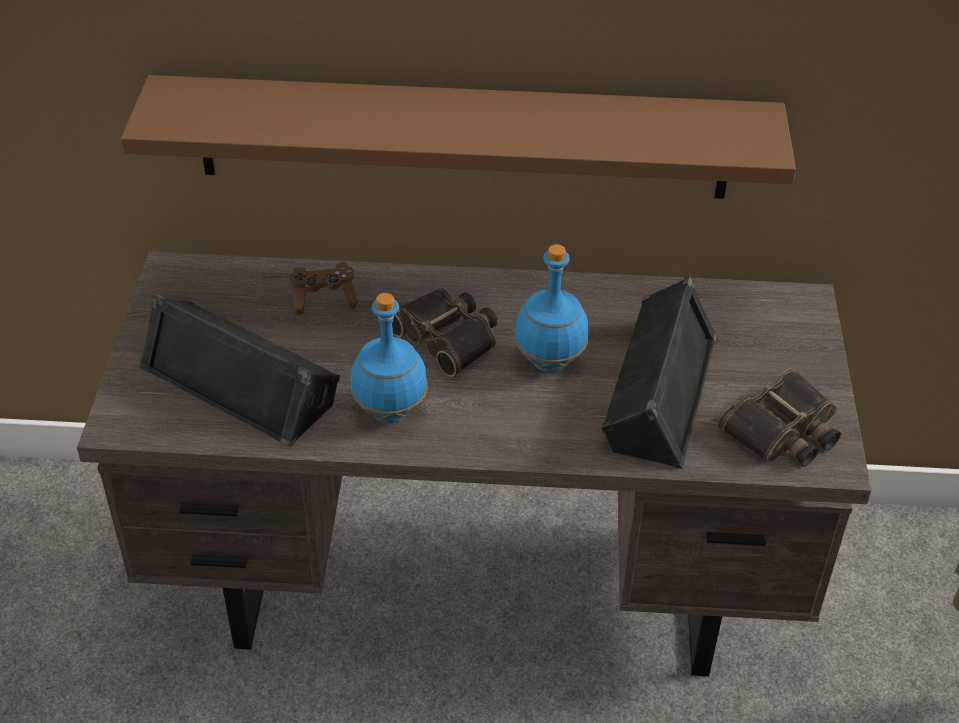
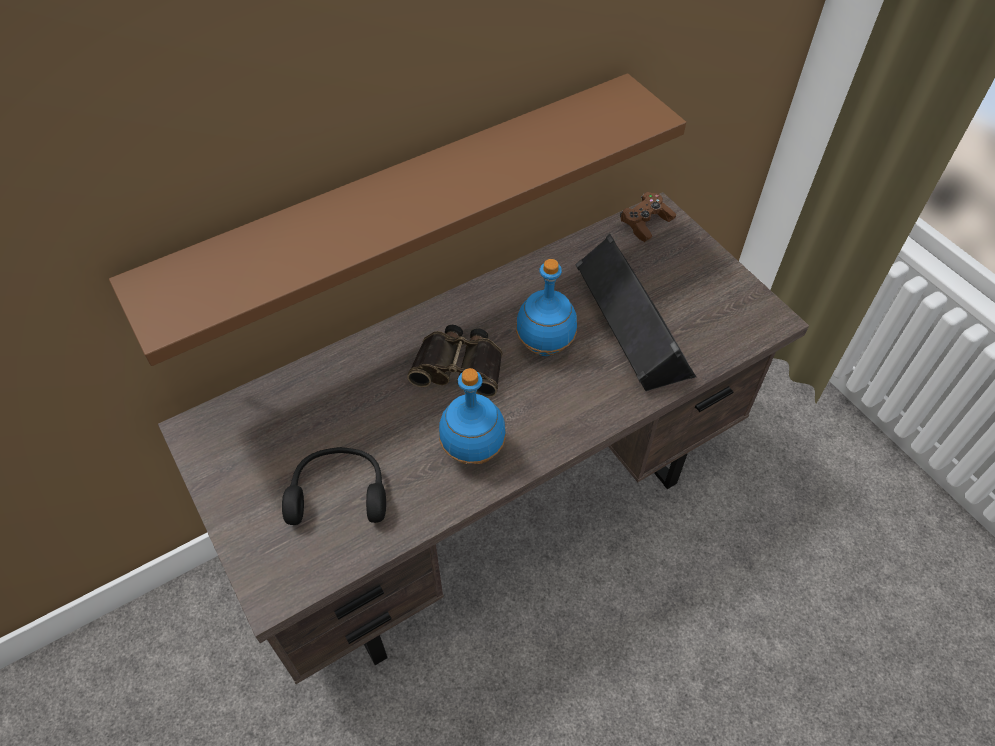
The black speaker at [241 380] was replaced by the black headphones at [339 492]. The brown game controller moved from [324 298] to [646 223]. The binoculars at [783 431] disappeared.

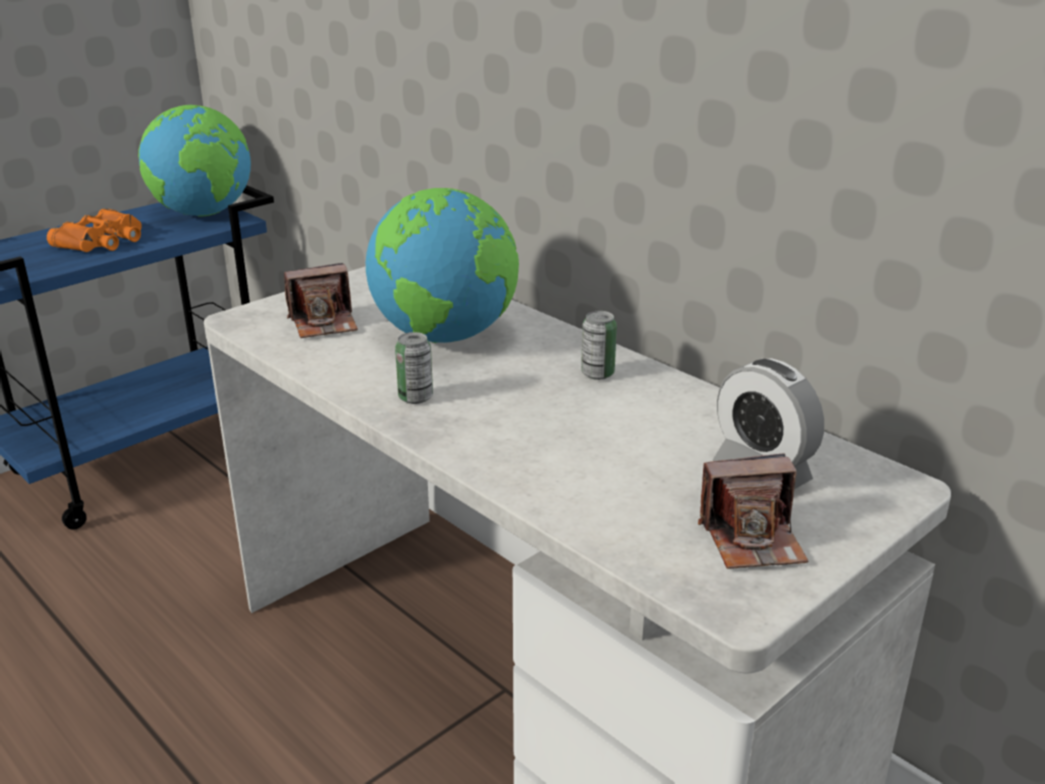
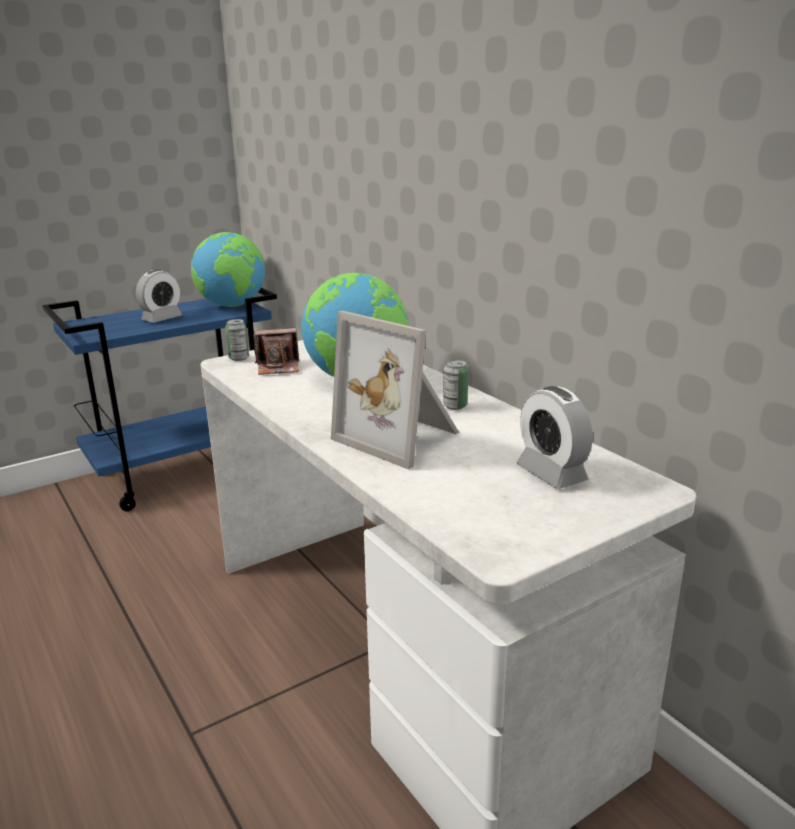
The orange binoculars at [103 241] was replaced by the alarm clock at [162 318]. The can moved from [415 397] to [238 358]. The picture frame at [401 437] appeared. The photo camera at [752 539] disappeared.

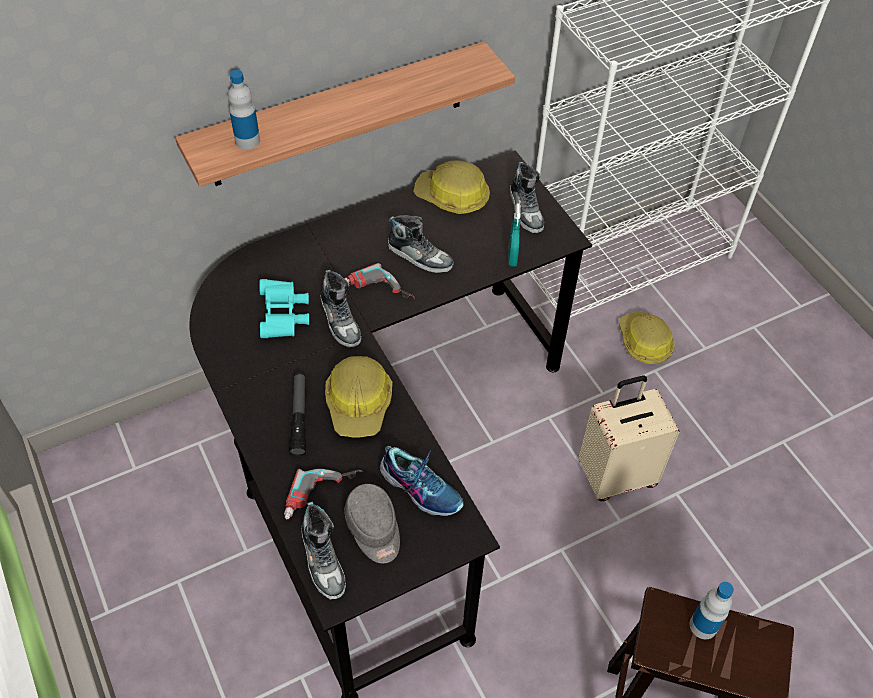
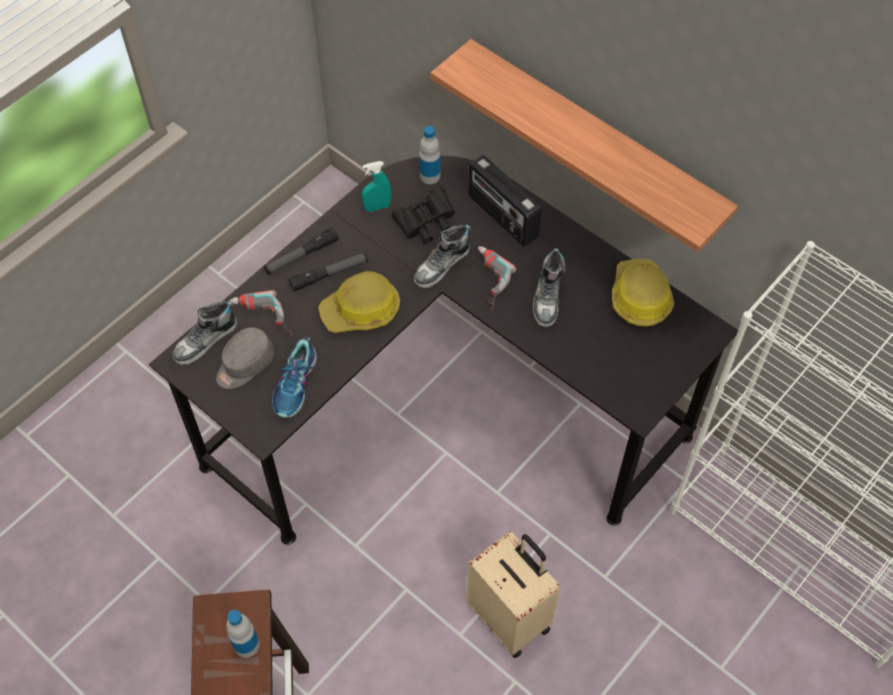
The flashlight at [301 256] appeared. The turquoise spray bottle moved from [512 258] to [377 207]. The turquoise binoculars at [284 317] became the black binoculars at [426 224]. The bottle moved from [247 140] to [430 176]. The radio at [502 217] appeared. The shoe at [526 210] disappeared. The hard hat at [644 342] disappeared.

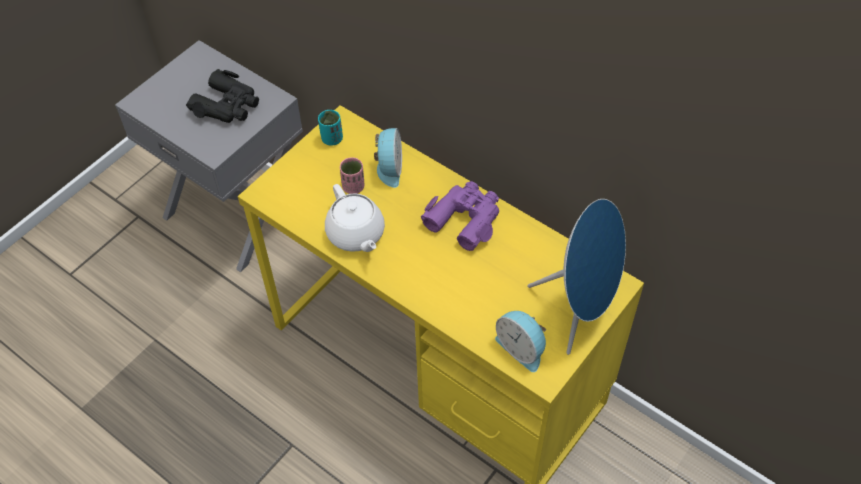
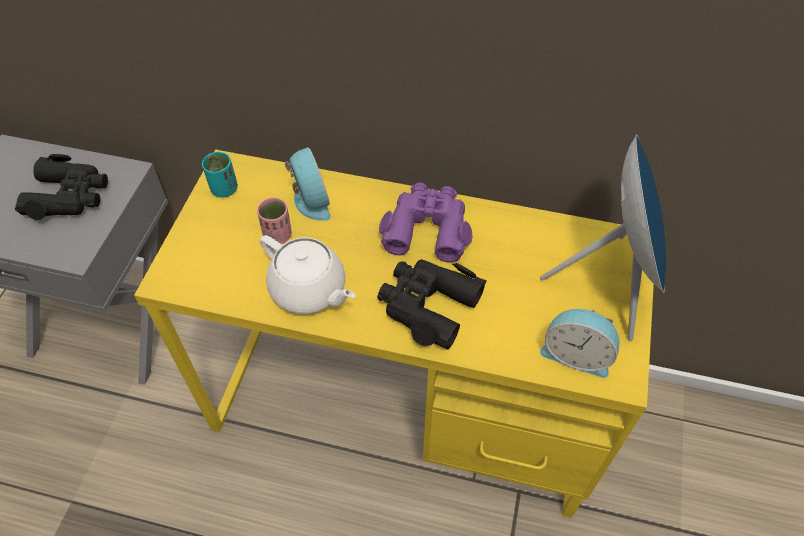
The black binoculars at [427 305] appeared.

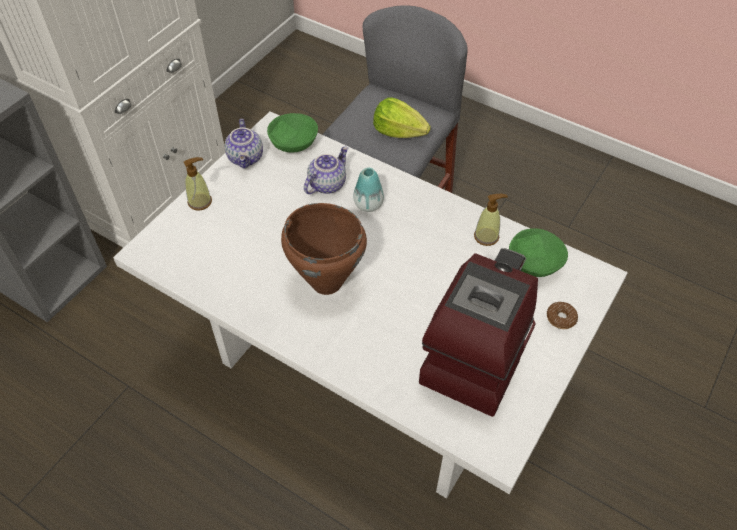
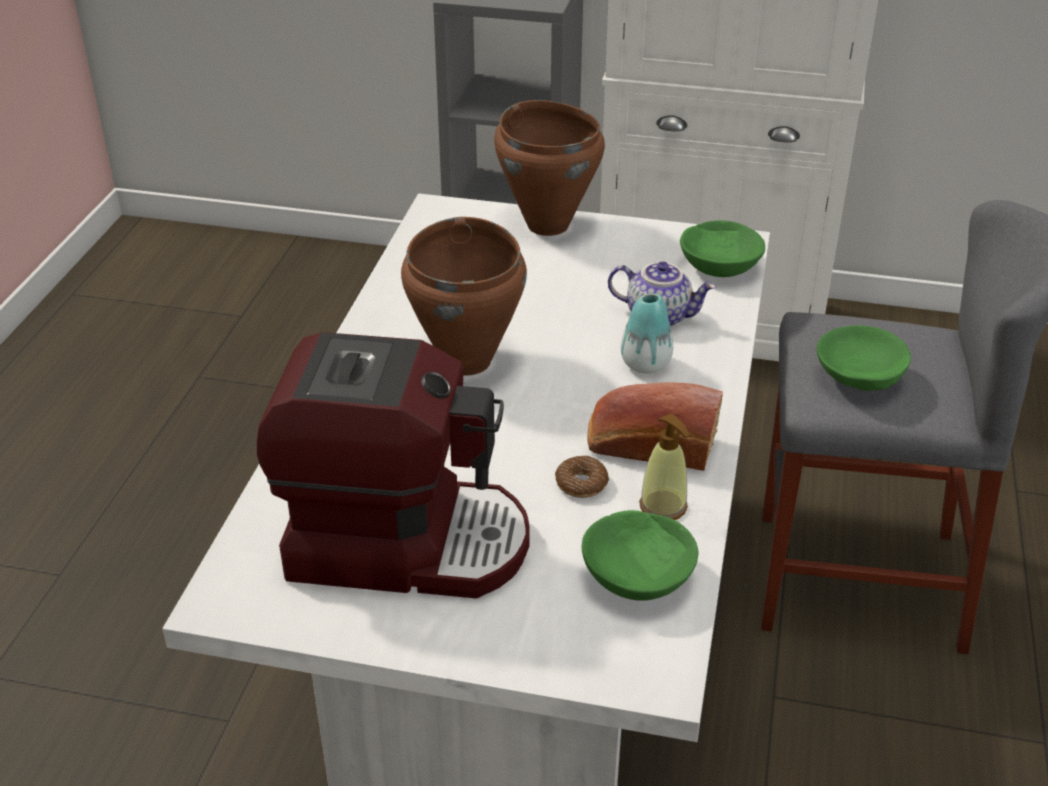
The soap dispenser at [200 202] was replaced by the brown cooking pot at [548 224]. The donut moved from [561 318] to [581 484]. The bread at [649 445] appeared. The lettuce at [398 132] was replaced by the green bowl at [859 378]. The teapot at [246 158] disappeared.

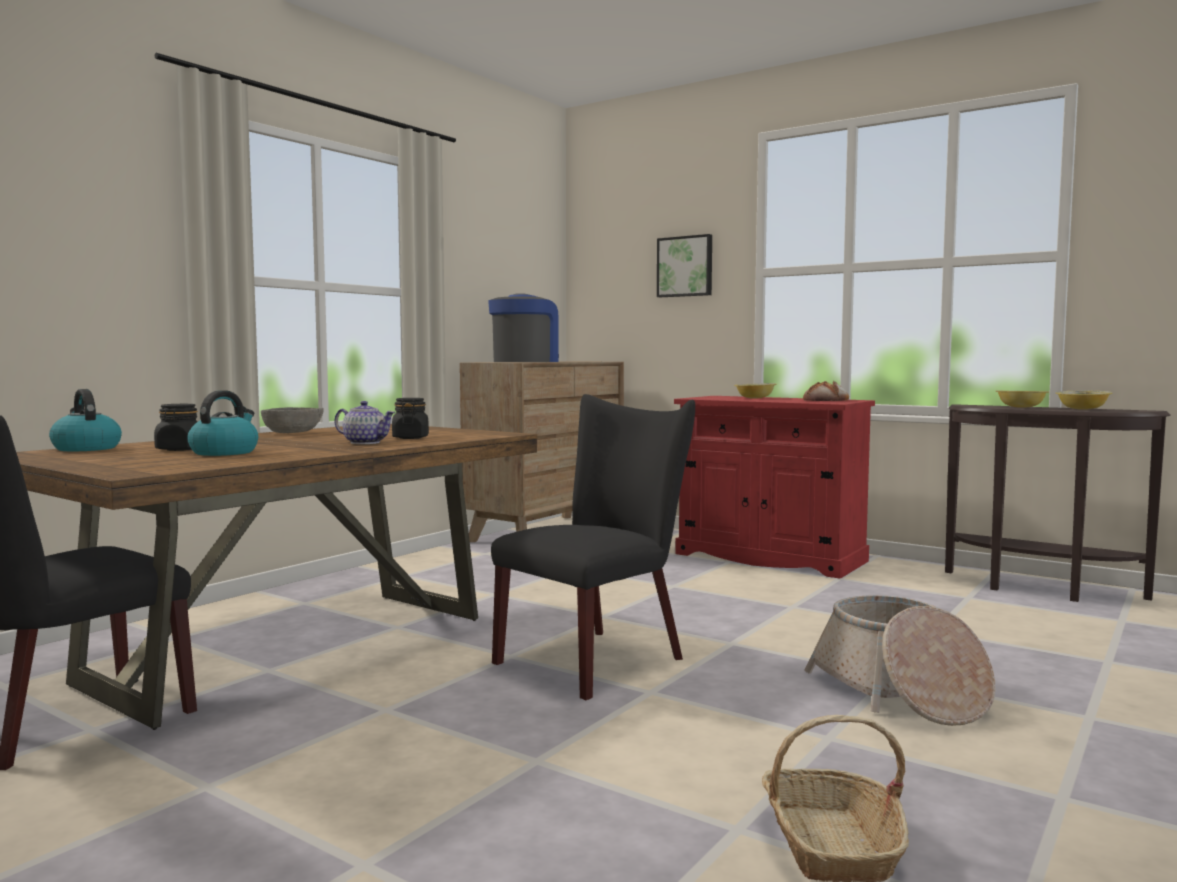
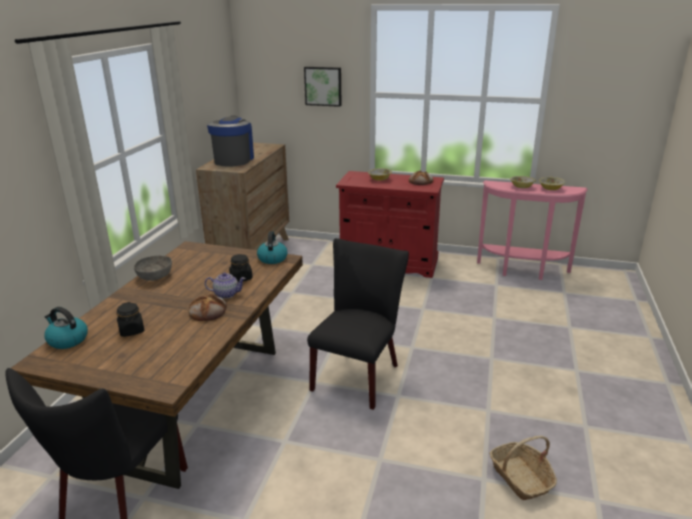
The bread at [208 311] appeared. The kettle moved from [225 452] to [272 258]. The brown console table at [1039 589] became the pink console table at [523 271]. The basket at [900 693] disappeared.

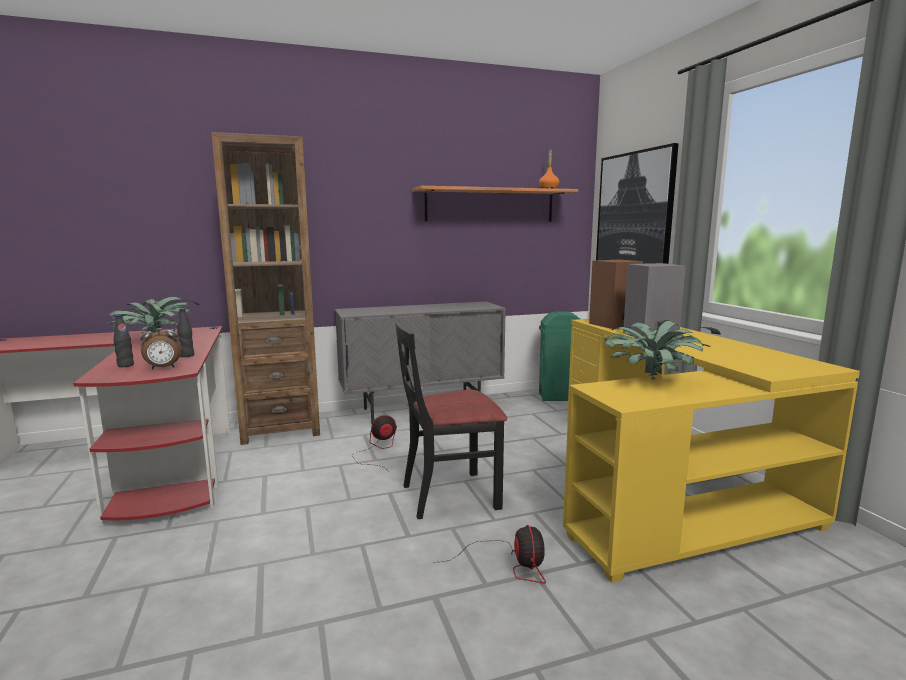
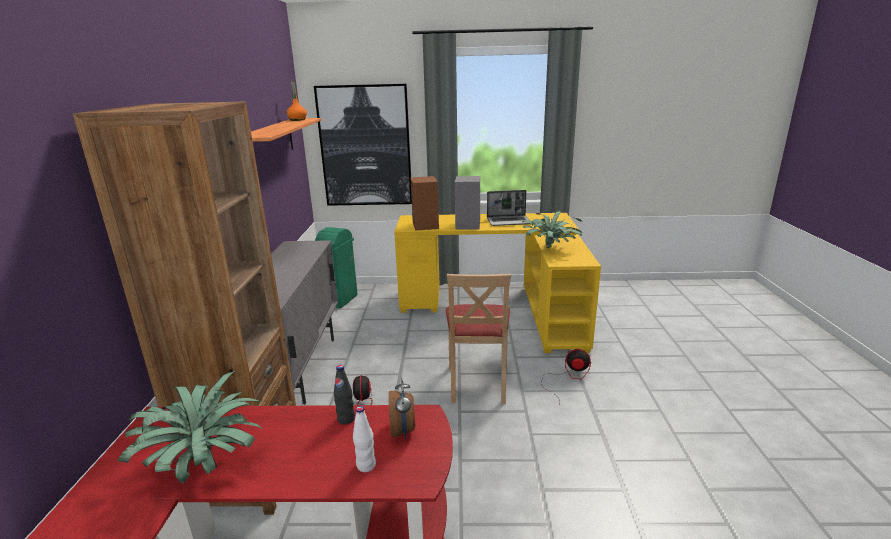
The black bottle at [125 365] became the white bottle at [366 465]. The black chair at [450 495] became the beige chair at [477 383]. The laptop at [509 221] appeared.

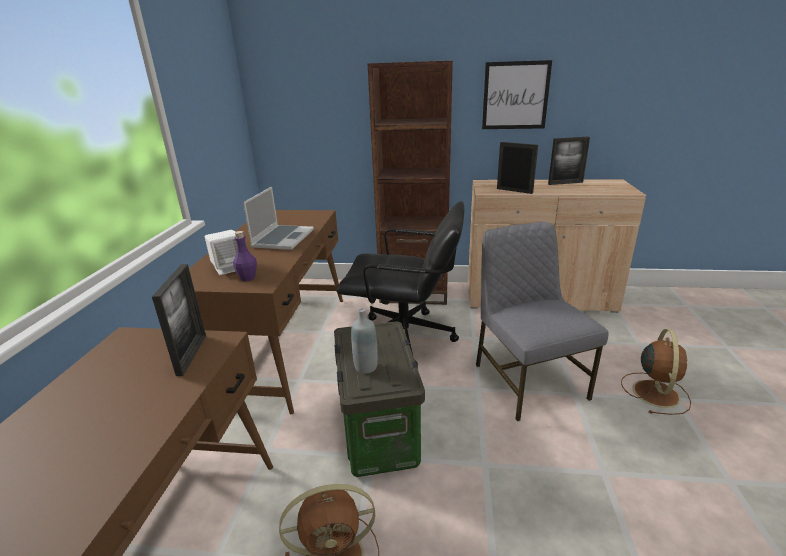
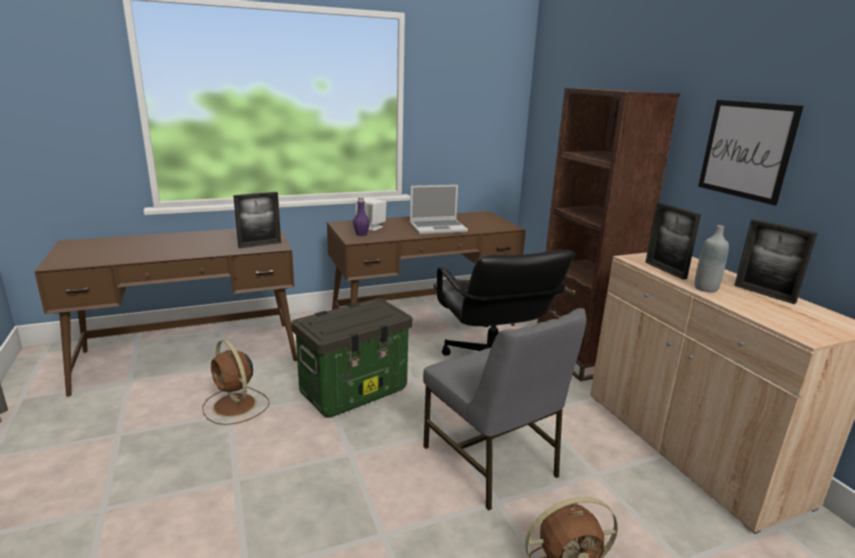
The grey chair at [527 380] turned 105 degrees clockwise. The picture frame at [514 191] turned 150 degrees clockwise. The grey bottle moved from [366 367] to [706 288].

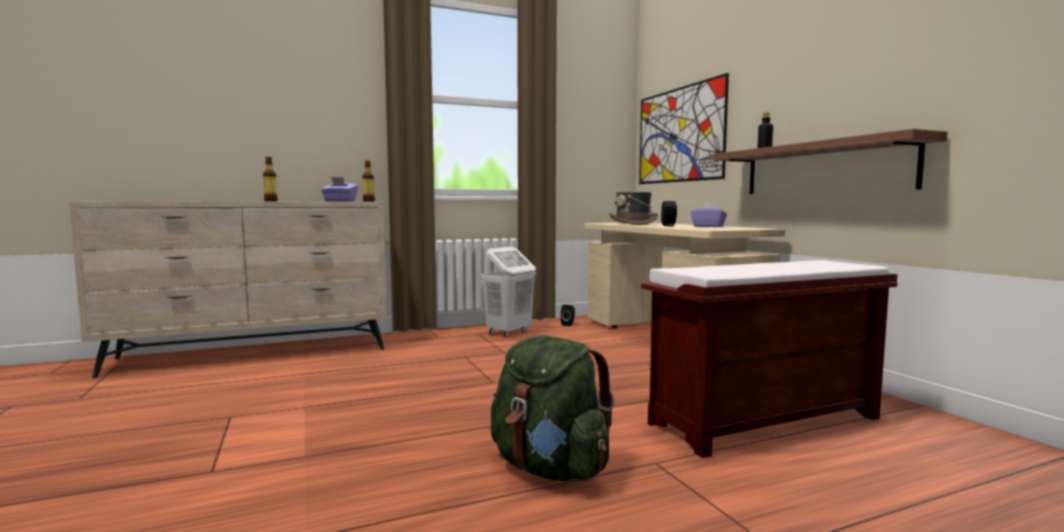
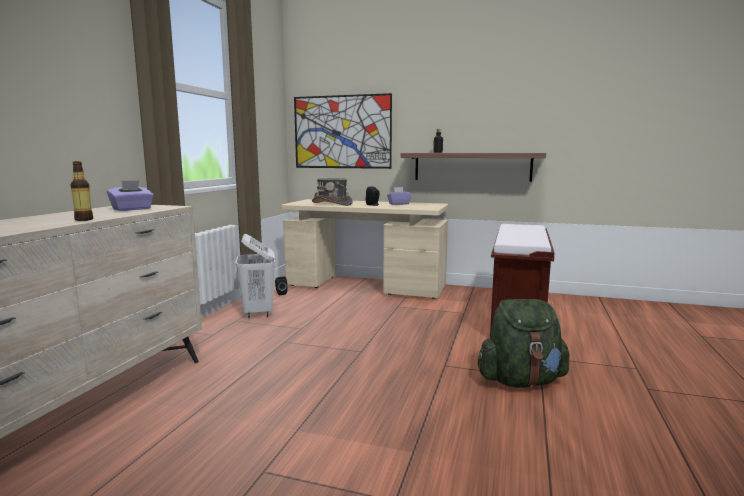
The bottle at [368 201] disappeared.

